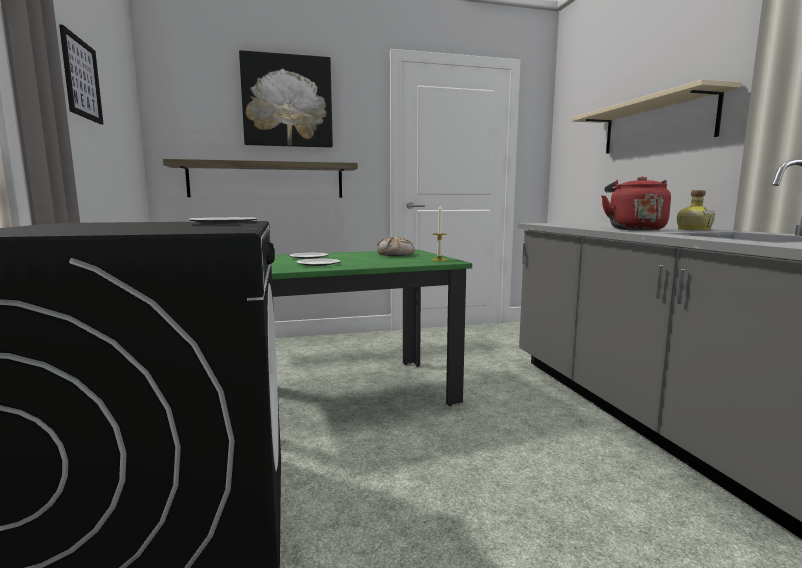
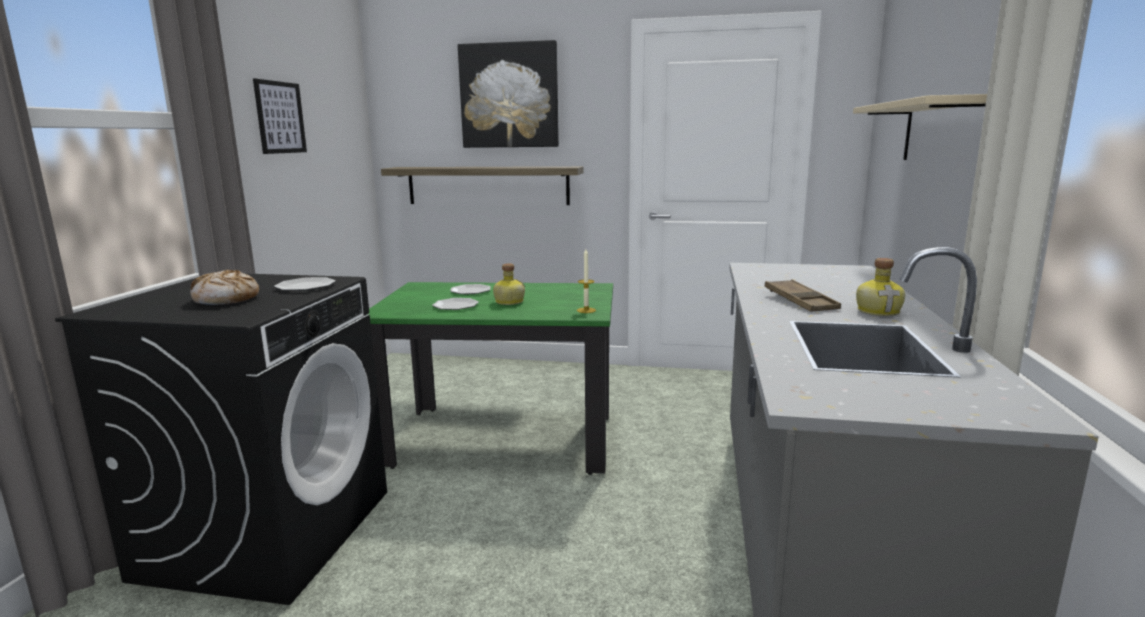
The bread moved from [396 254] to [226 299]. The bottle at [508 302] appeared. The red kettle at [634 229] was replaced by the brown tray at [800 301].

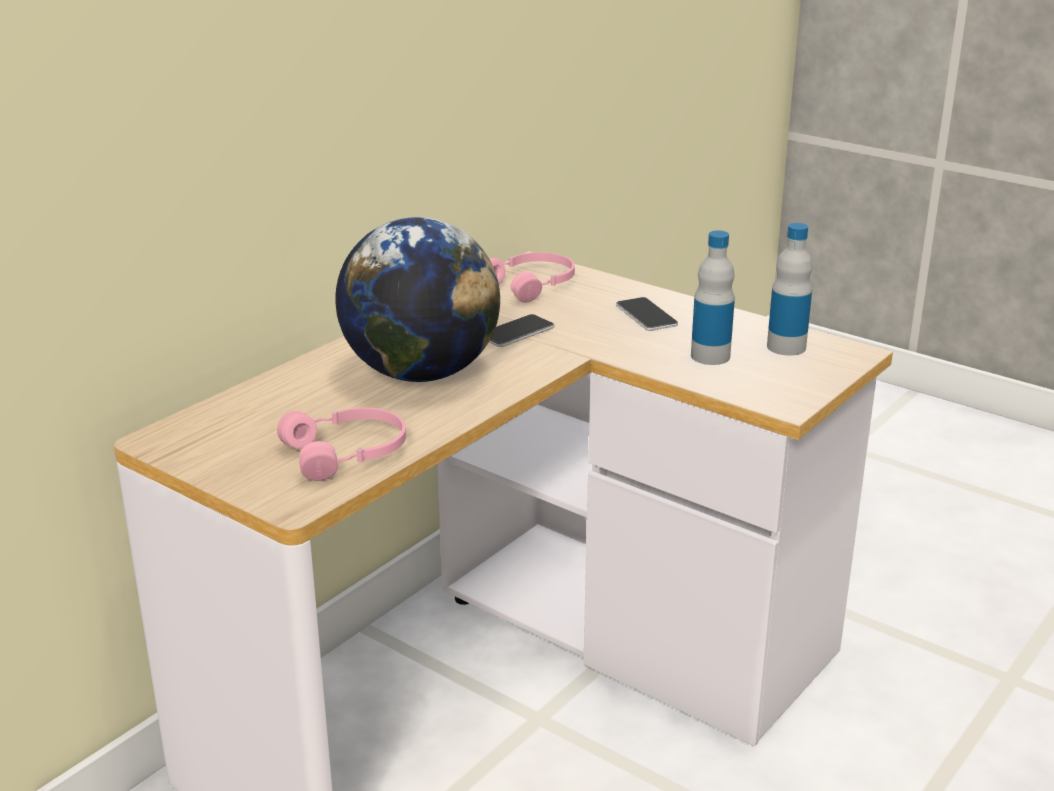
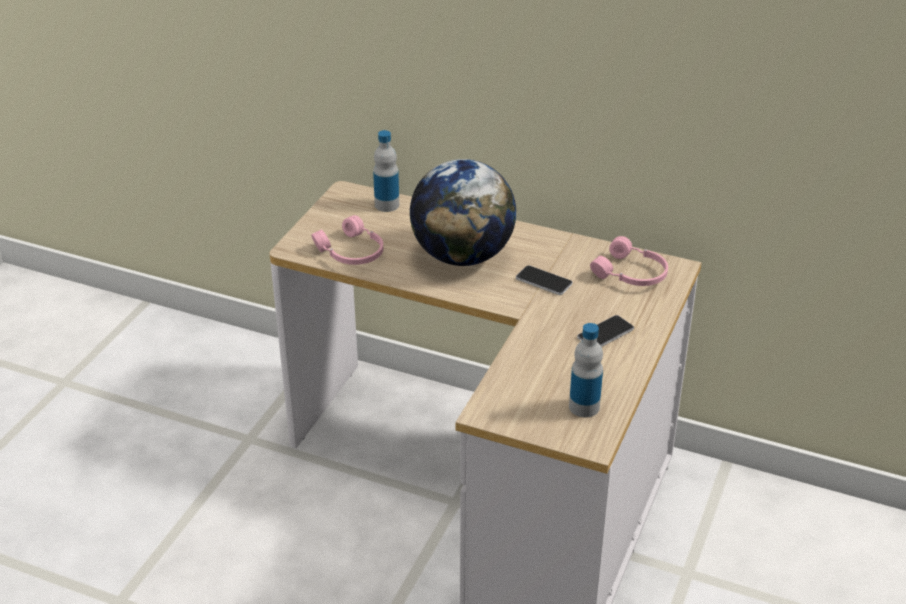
The bottle moved from [710 356] to [387 205].

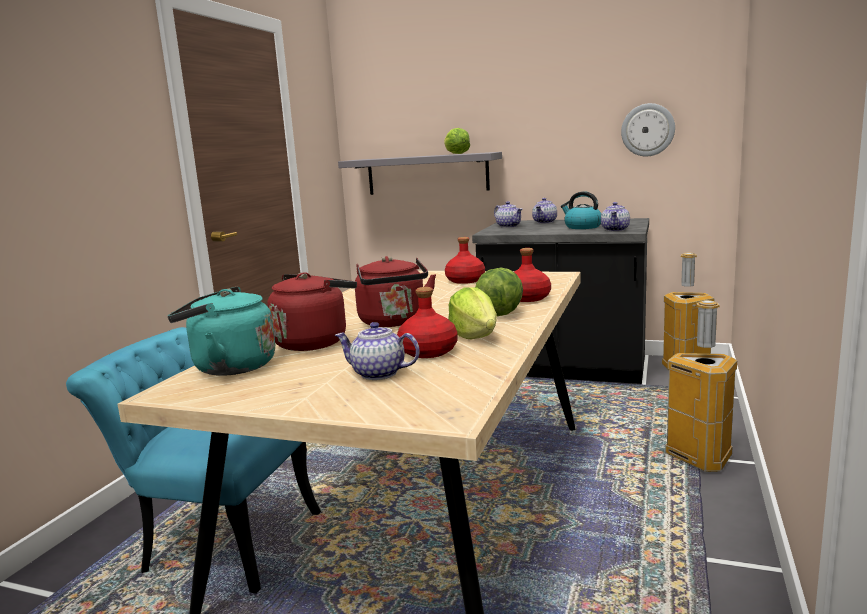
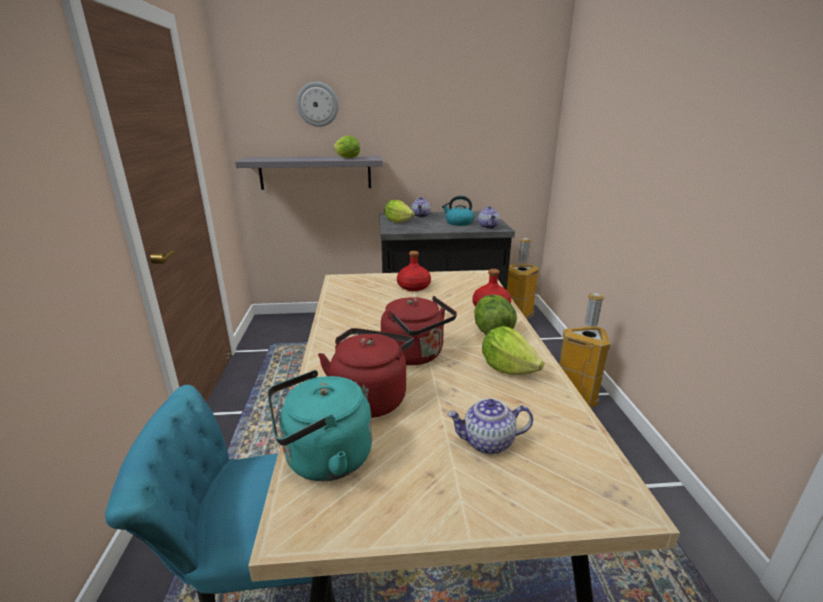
The wall clock moved from [647 130] to [317 104]. The teapot at [509 226] was replaced by the lettuce at [398 221]. The red bottle at [427 351] disappeared.

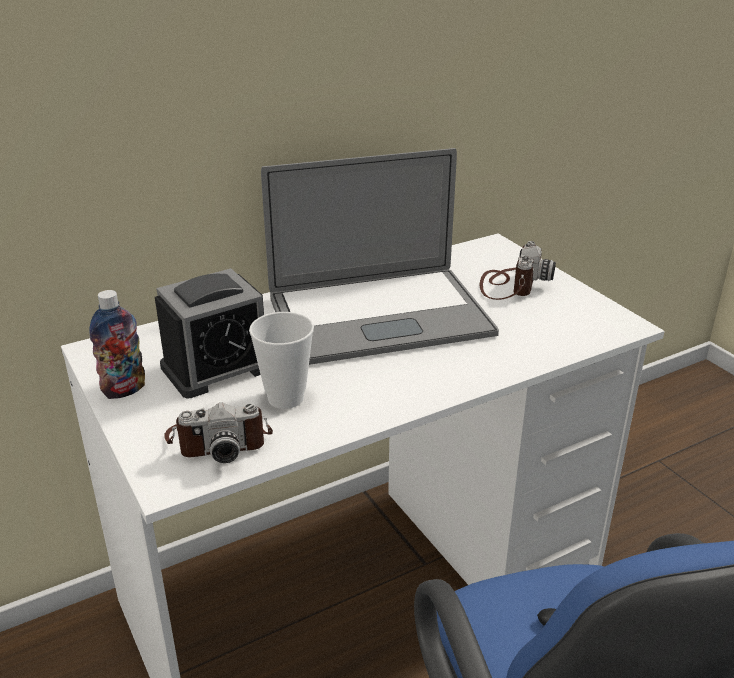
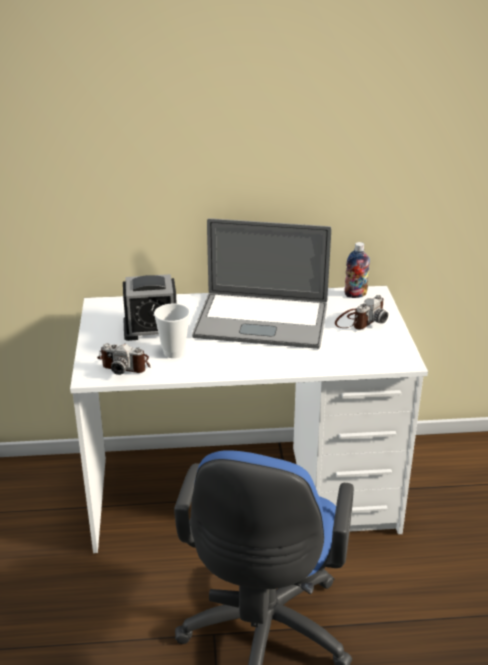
The bottle moved from [124 389] to [355 294].

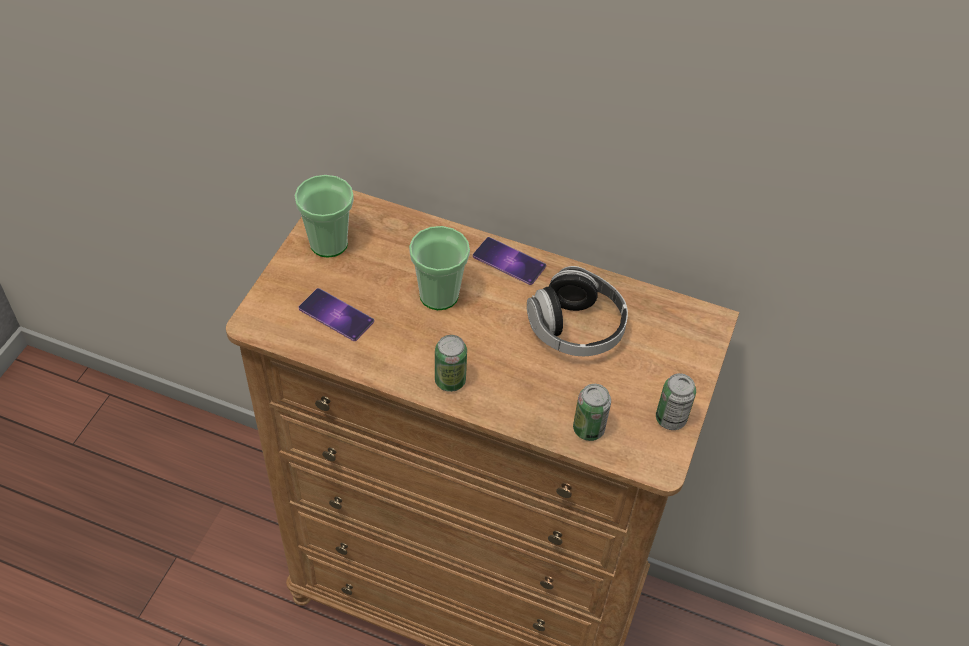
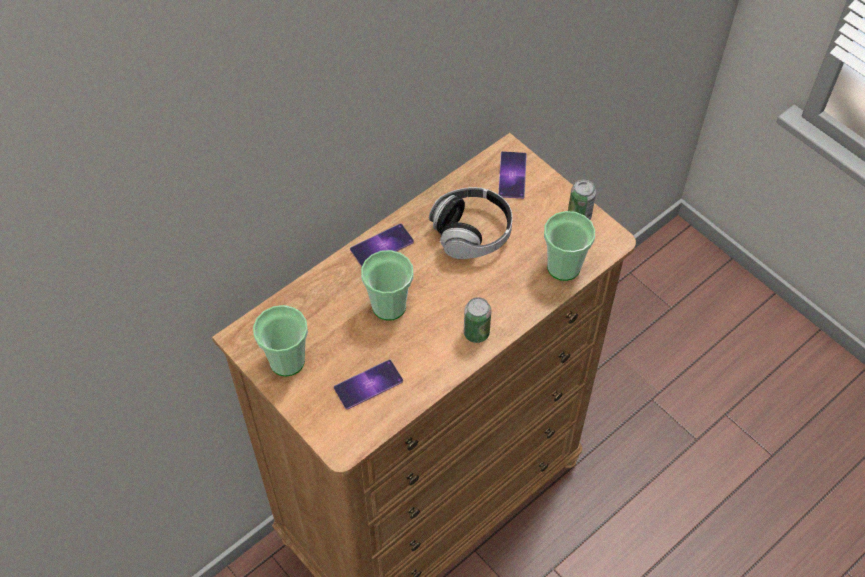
The phone at [512 175] appeared. The can at [588 429] was replaced by the cup at [563 267].

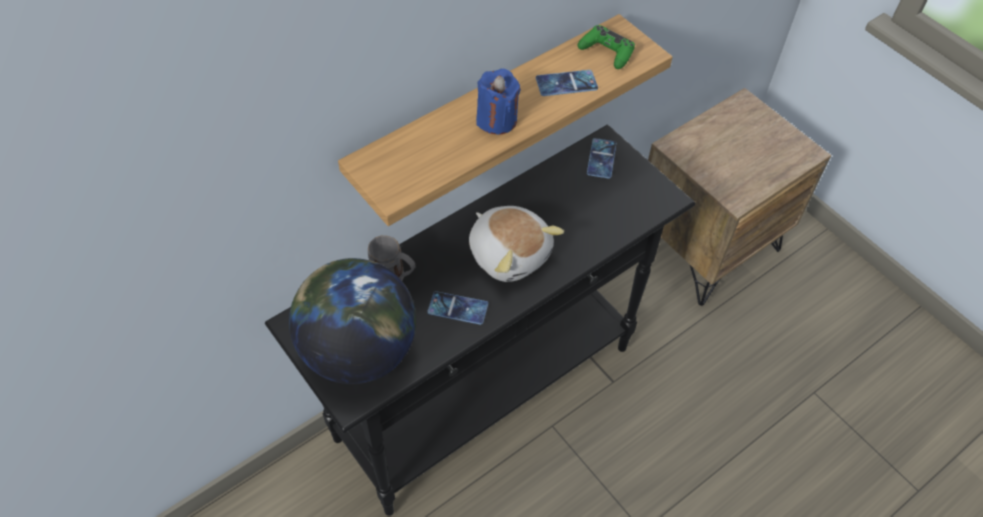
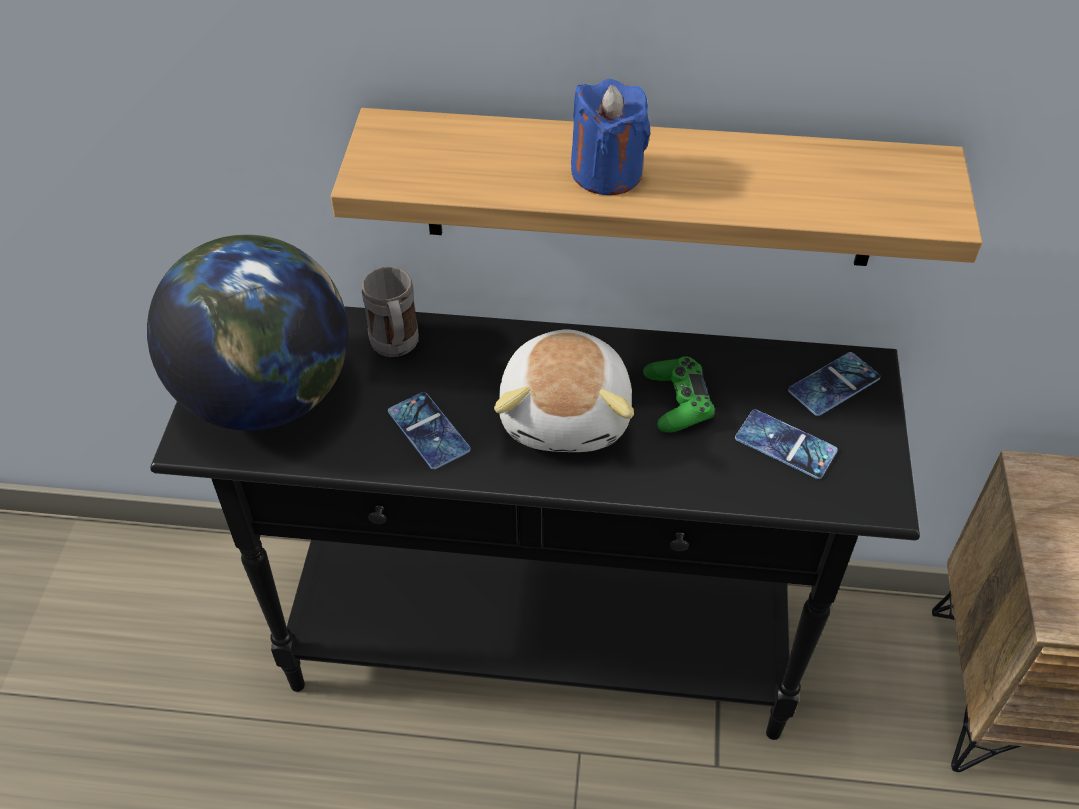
The green game controller moved from [607 52] to [677 401]. The phone moved from [566 83] to [785 444].

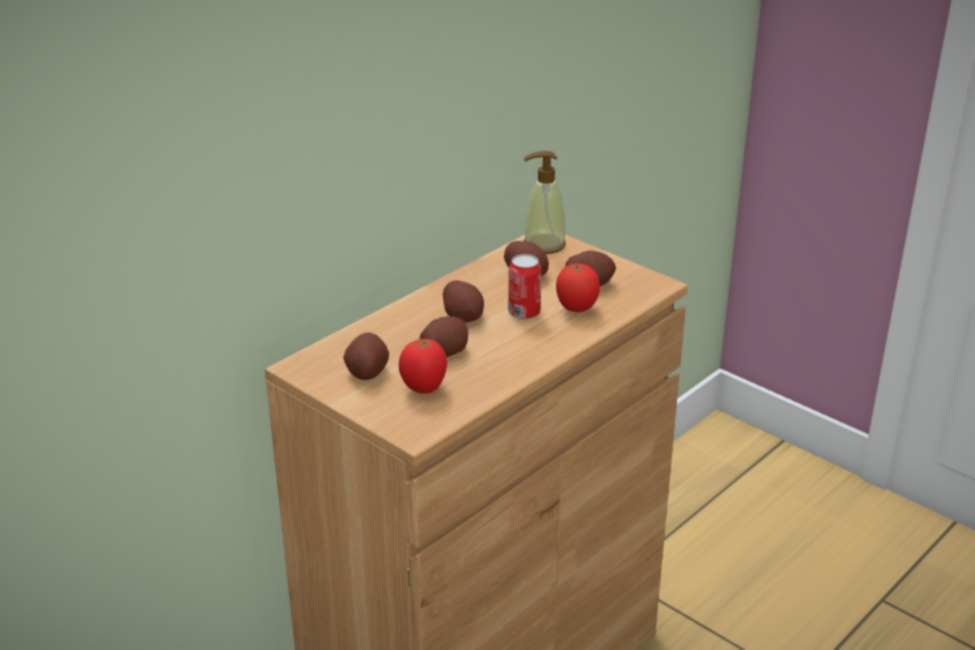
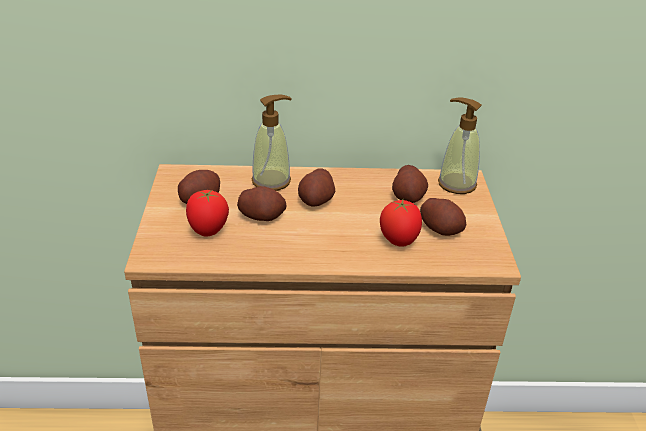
The soap dispenser at [271 181] appeared. The can at [524 313] disappeared.

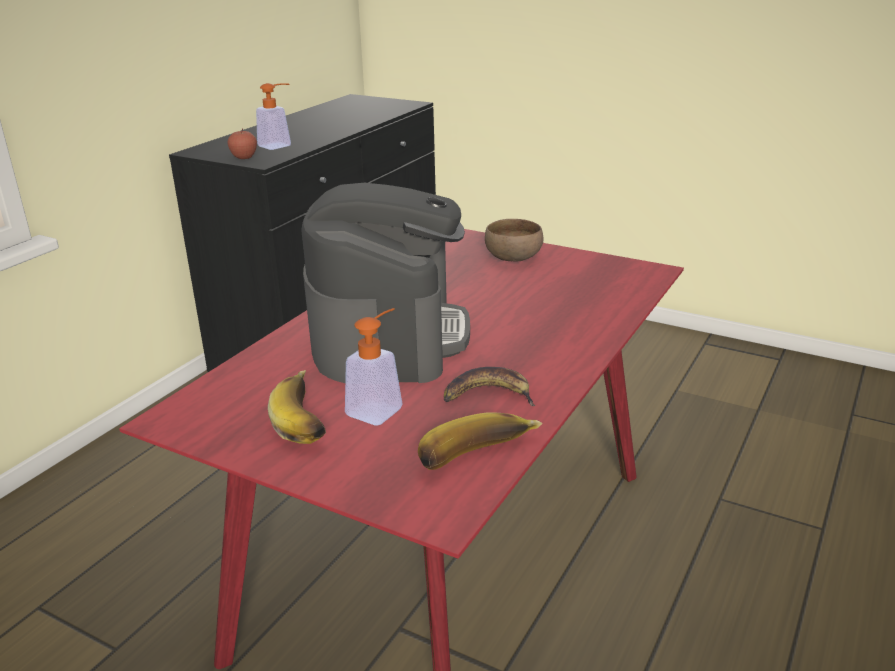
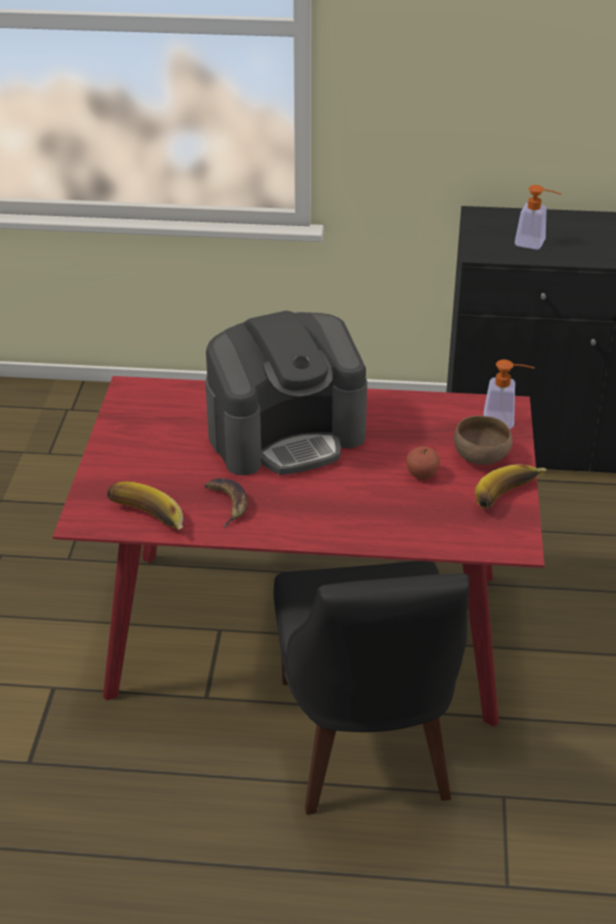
The black chair at [365 745] appeared. The apple moved from [244 157] to [422 475]. The banana moved from [308 421] to [509 498]. The soap dispenser moved from [380 407] to [505 421].

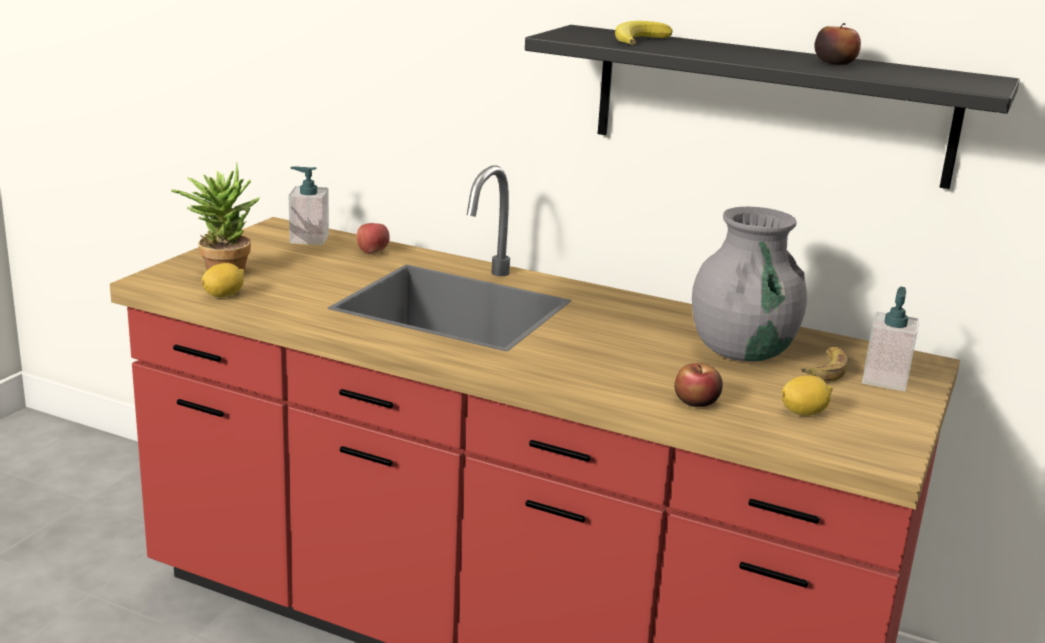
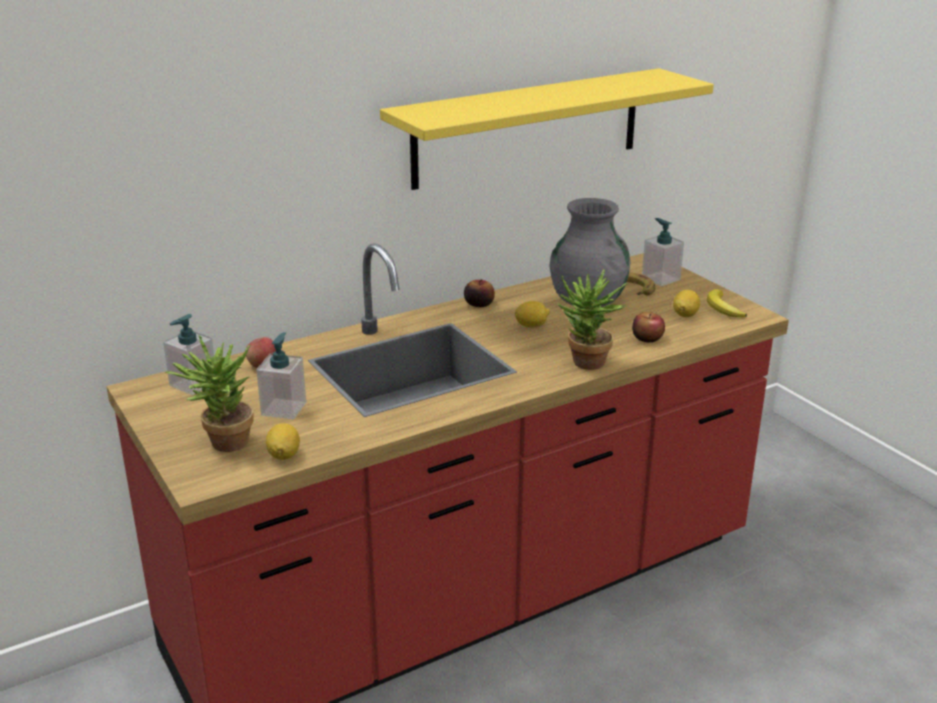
The soap dispenser at [284 408] appeared. The black shelf at [771 105] became the yellow shelf at [528 127]. The apple moved from [835 62] to [479 304]. The lemon at [531 326] appeared. The potted plant at [586 365] appeared. The banana moved from [639 39] to [723 308].

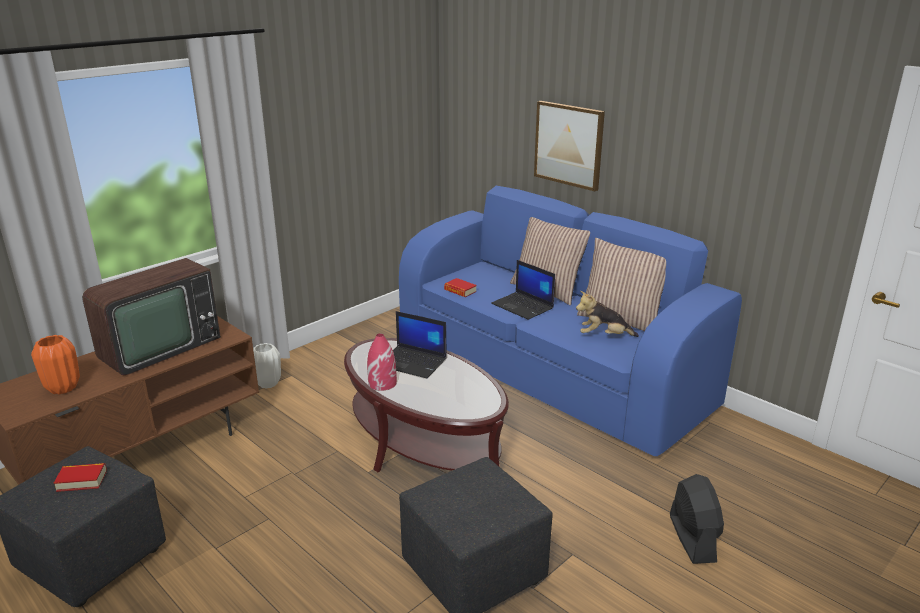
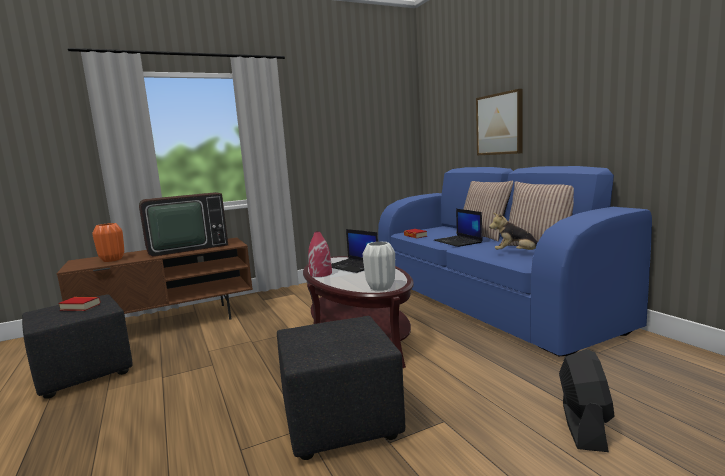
The white vase moved from [268 384] to [381 288].

